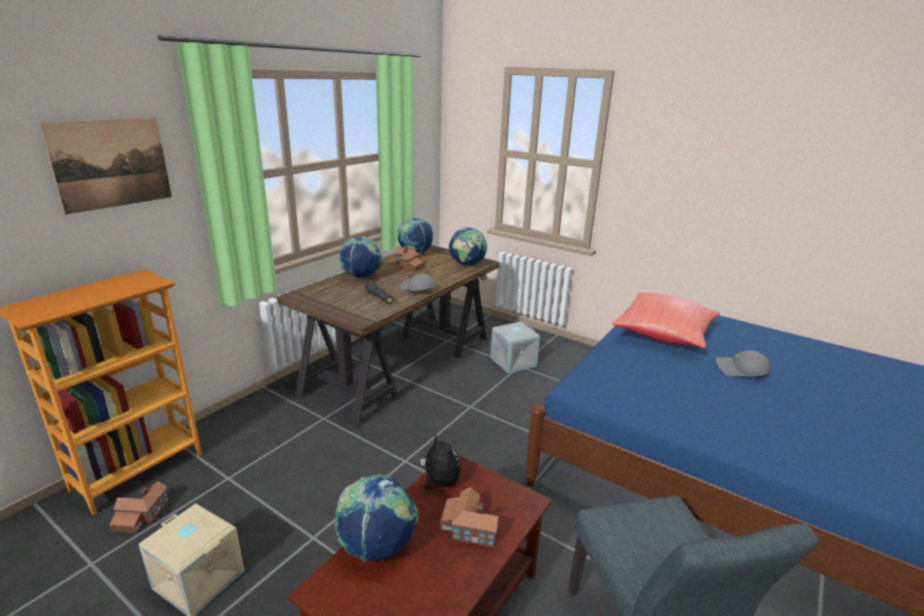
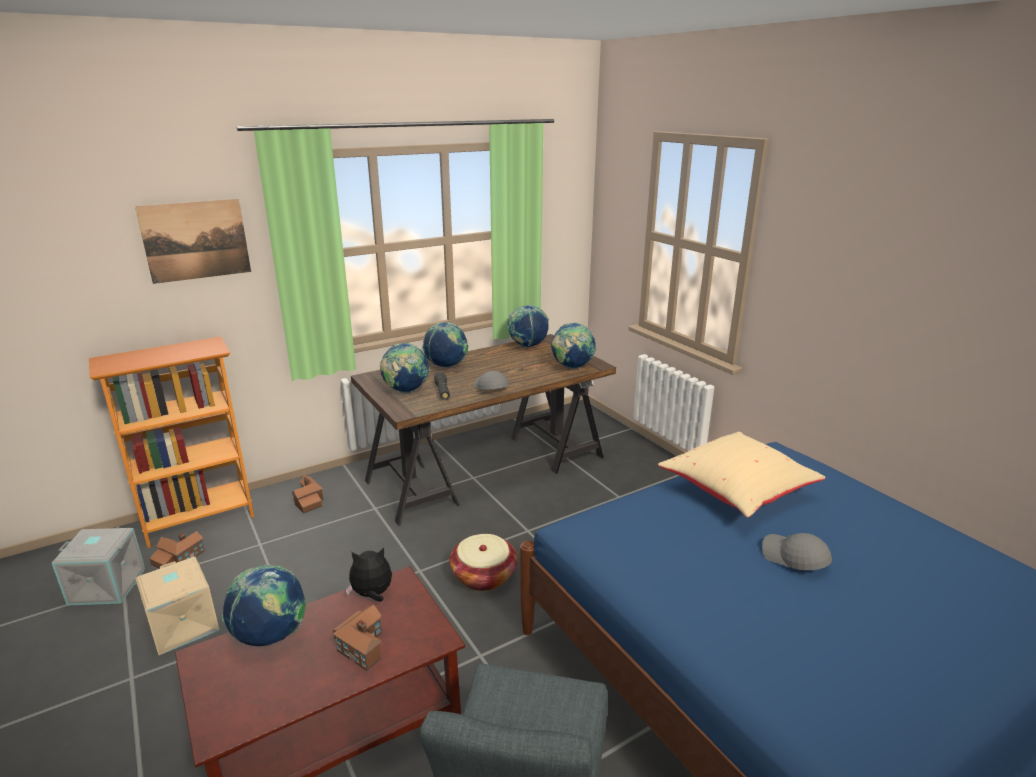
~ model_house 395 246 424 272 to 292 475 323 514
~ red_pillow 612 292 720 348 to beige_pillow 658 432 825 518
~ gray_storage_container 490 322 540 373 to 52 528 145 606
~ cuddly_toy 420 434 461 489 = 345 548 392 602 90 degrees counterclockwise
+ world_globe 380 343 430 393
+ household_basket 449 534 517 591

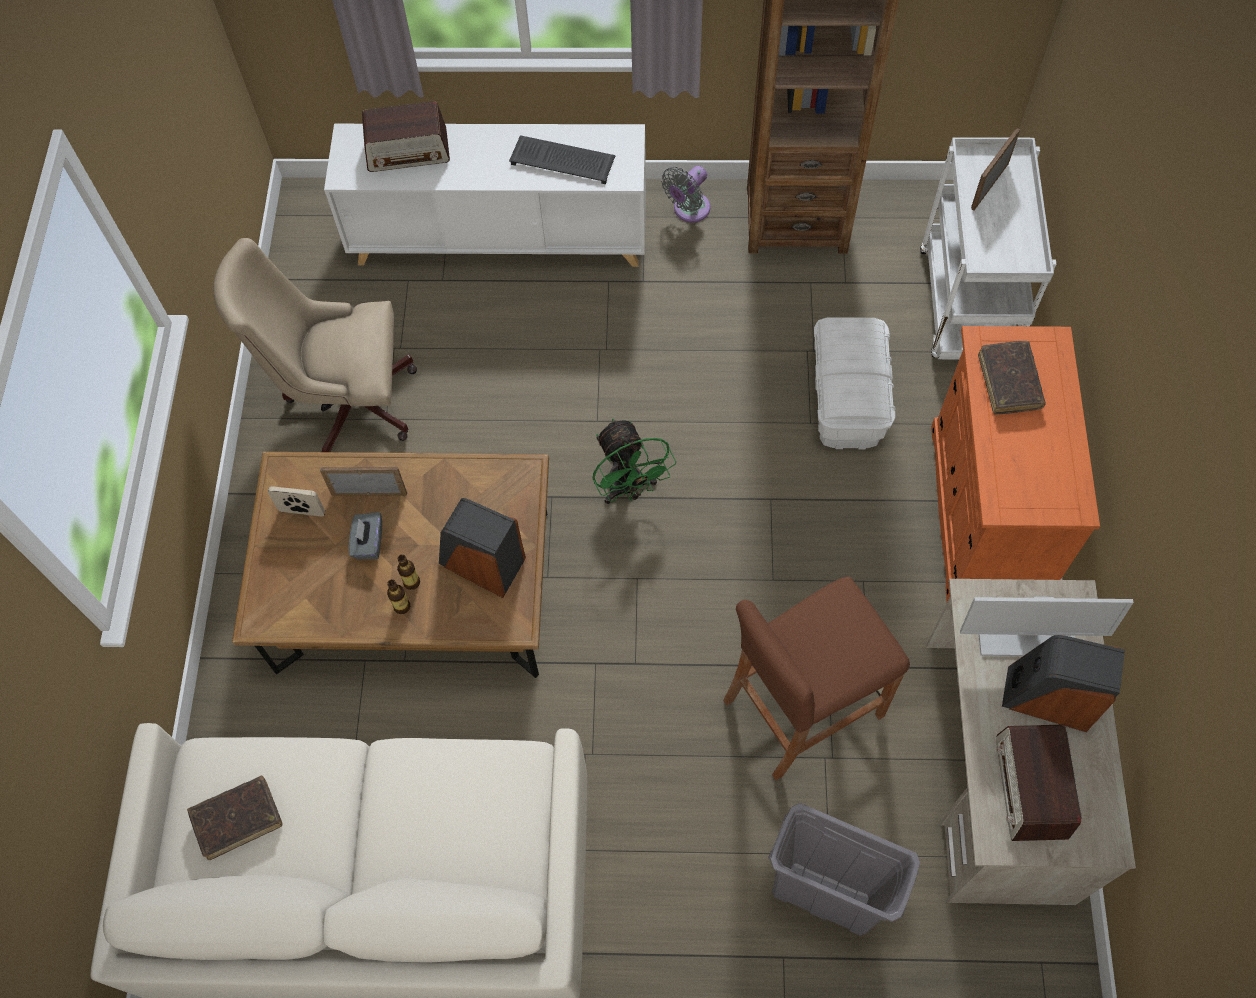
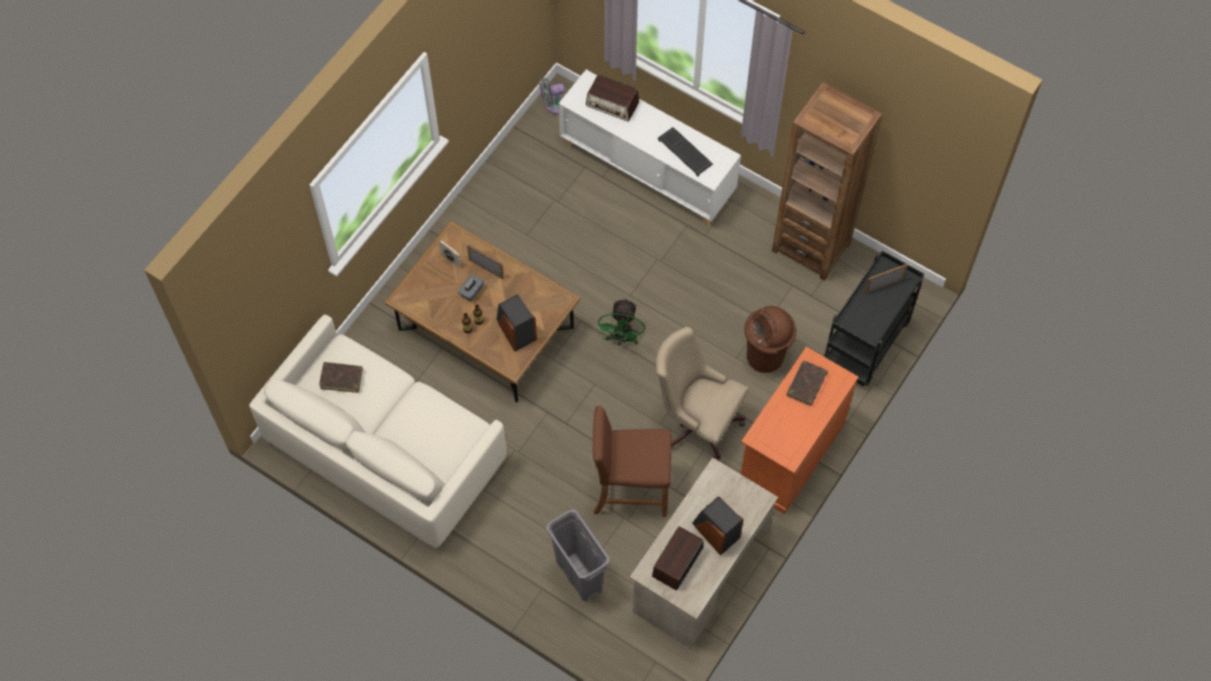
~ whitish_cart 920 137 1056 359 to blackish_cart 824 250 924 386
~ gray_electric_fan 661 166 710 222 to 539 77 565 114
~ beige_computer_chair 213 238 417 452 to 656 327 749 460
~ whitish_storage_container 814 317 896 449 to brownish_waste_bin 745 306 796 373
- monitor 960 597 1134 656

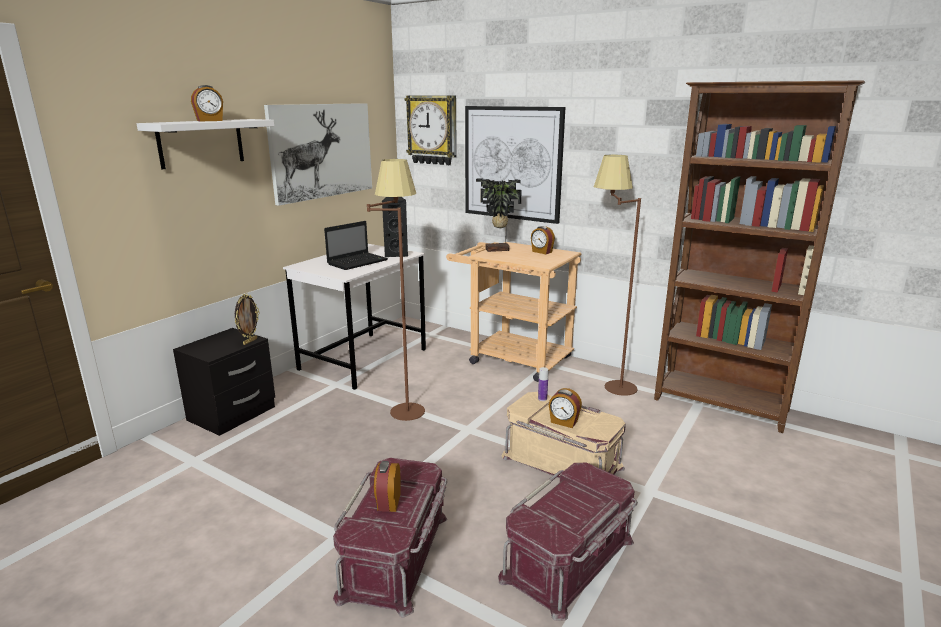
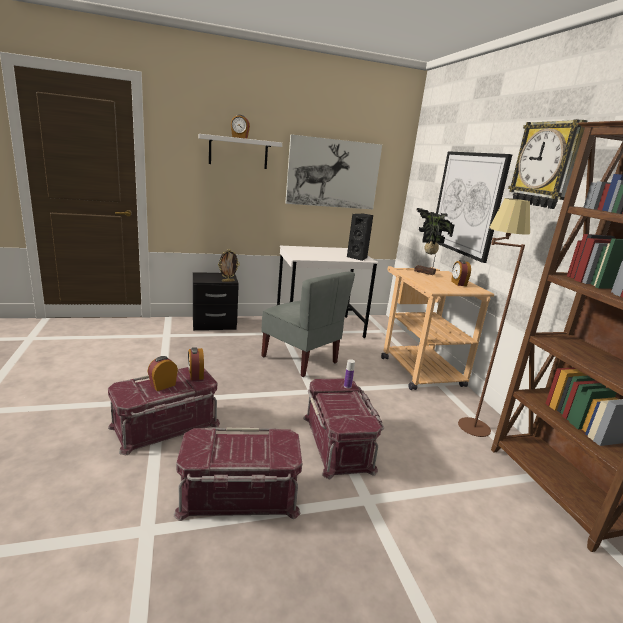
~ clock_on_the_wall 404 95 457 165 to 508 119 587 209
~ brownish_standard_lamp 367 159 425 421 to gray_plain_chair 261 272 355 377
- laptop 324 221 388 270
~ alarm_clock 549 388 582 428 to 188 347 204 380
~ beige_storage_container 501 392 626 478 to red_storage_container 303 378 384 479

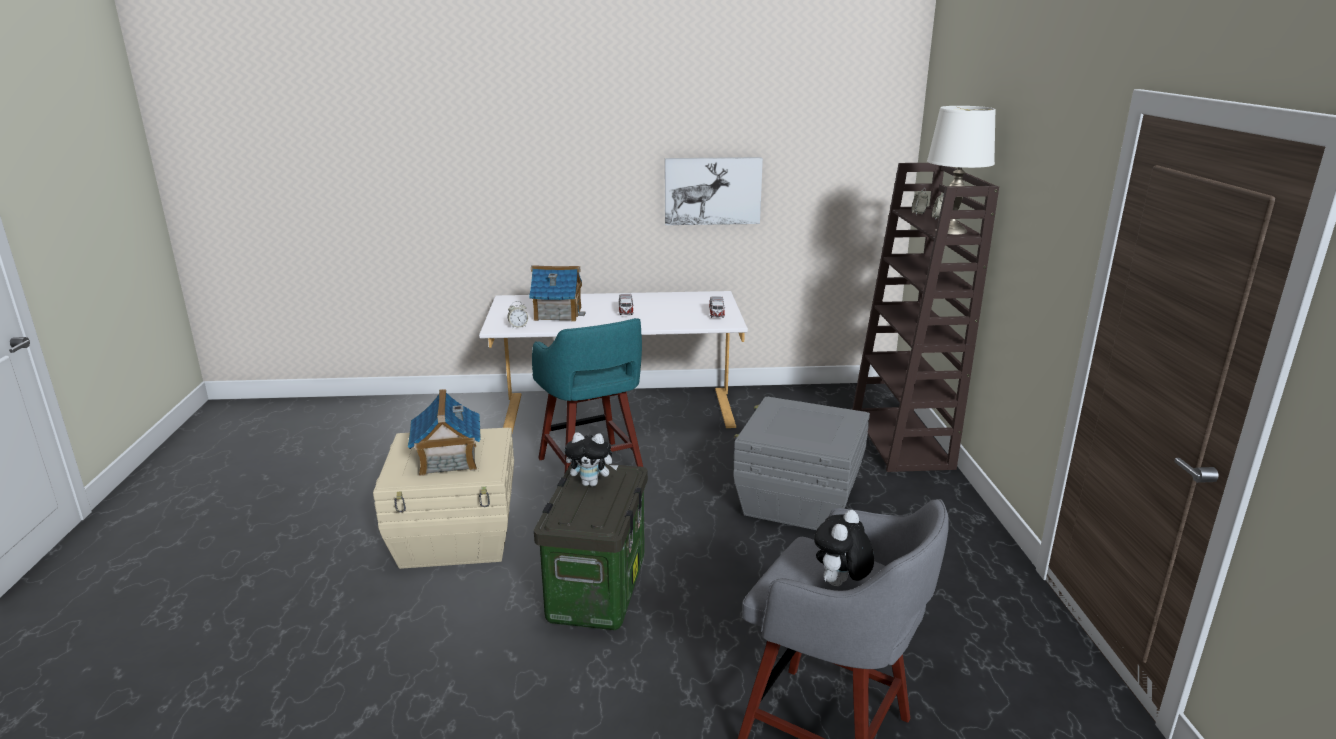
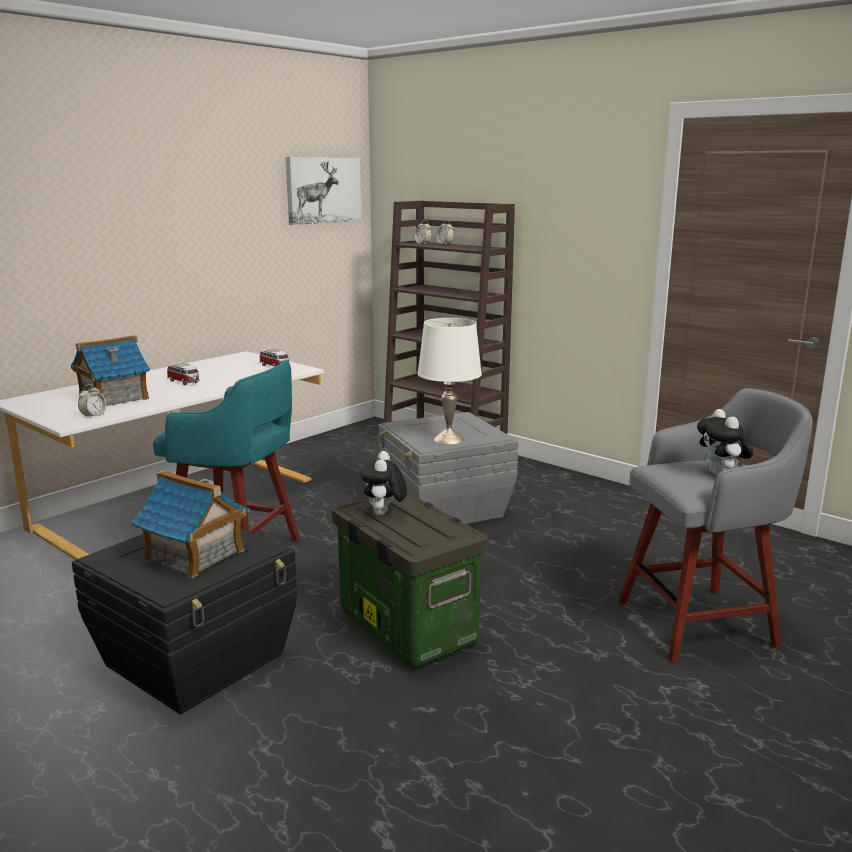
~ whitish_tabletop_lamp 927 106 996 235 to 417 318 482 445
~ picture 665 157 763 225 to 286 157 361 225
~ beige_storage_container 373 428 514 569 to blackish_storage_container 72 528 297 714
~ cuddly_toy 565 432 618 487 = 360 451 407 515 135 degrees clockwise

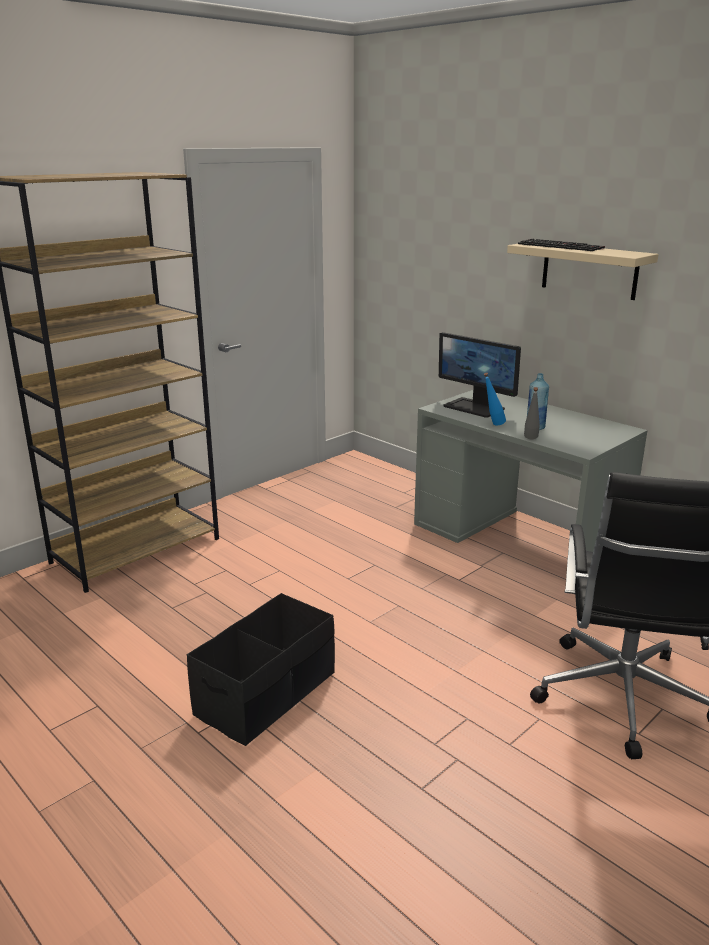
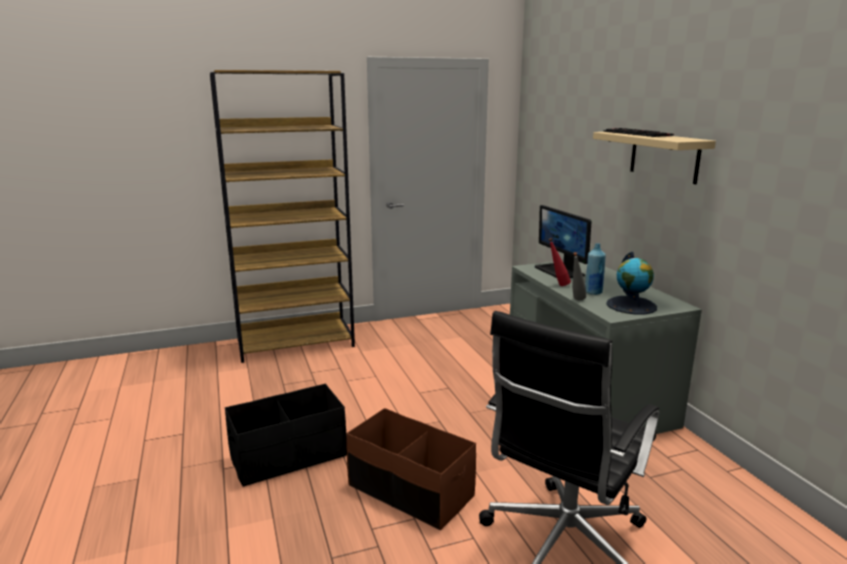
~ bluish_beverage_bottle 484 373 506 425 to red_beverage_bottle 548 238 571 286
+ world_globe 606 252 657 315
+ brownish_storage_container 346 408 476 530

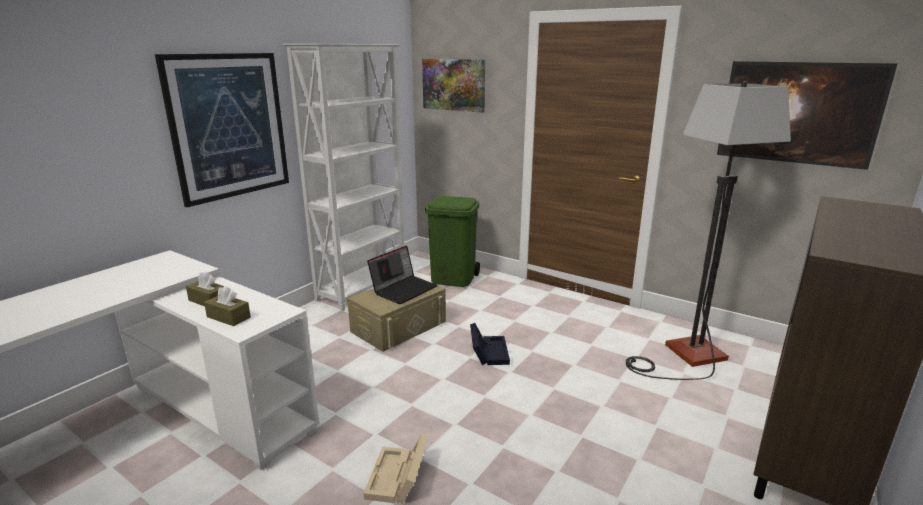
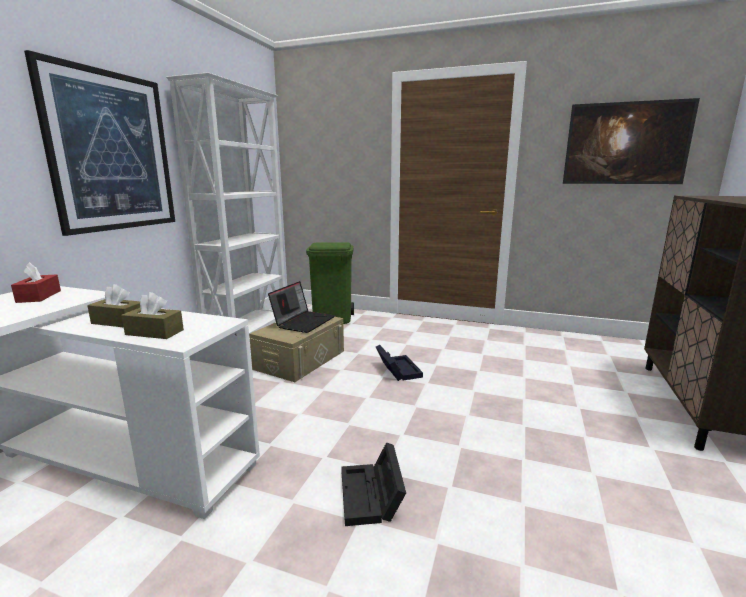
- picture 422 59 485 113
- standard_lamp 626 81 791 380
~ beige_storage_container 363 433 428 504 to blackish_storage_container 341 442 406 526
+ red_tissue_holder 11 262 61 303

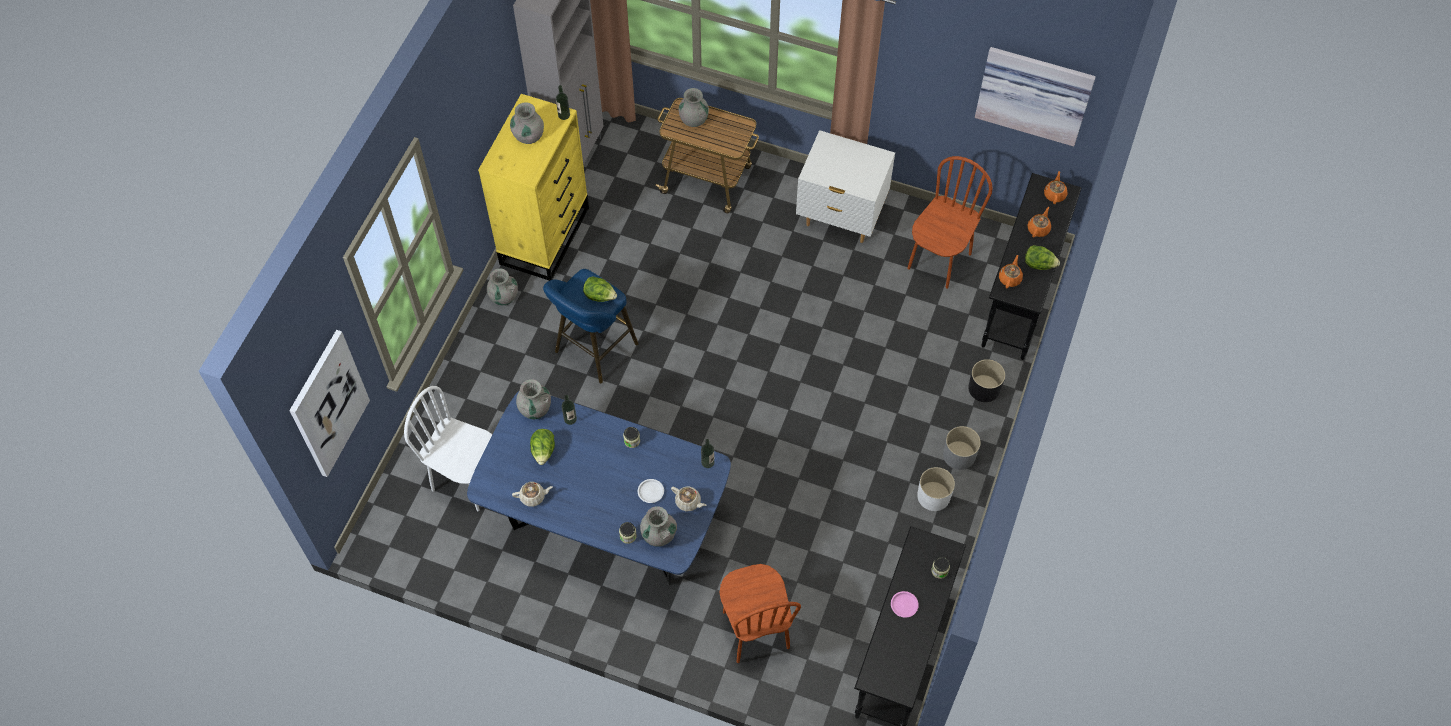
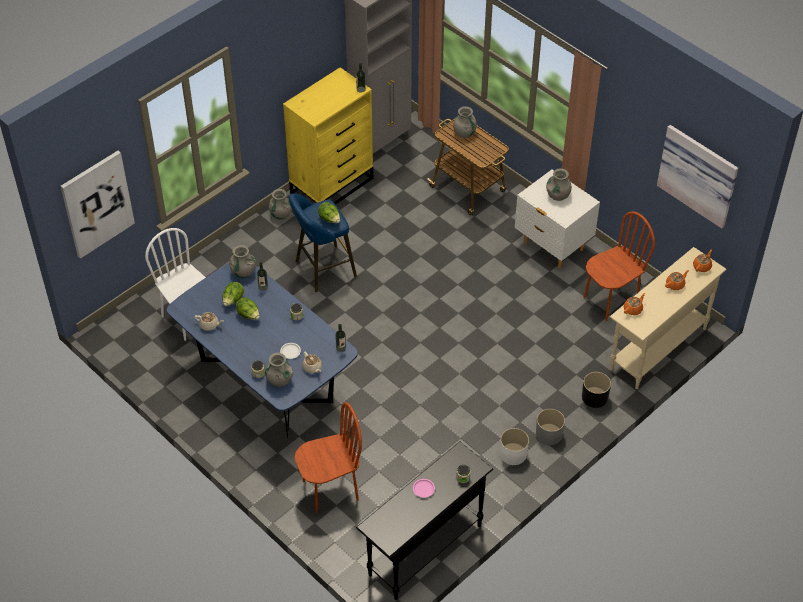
~ gray_decorative_vase 510 102 544 144 to 546 168 572 201
~ blackish_narrow_table 981 173 1081 360 to beige_narrow_table 610 247 727 389
~ head_of_lettuce 1025 245 1060 270 to 236 297 260 320
~ brownish_plain_chair 720 564 801 663 = 295 402 362 513 120 degrees counterclockwise

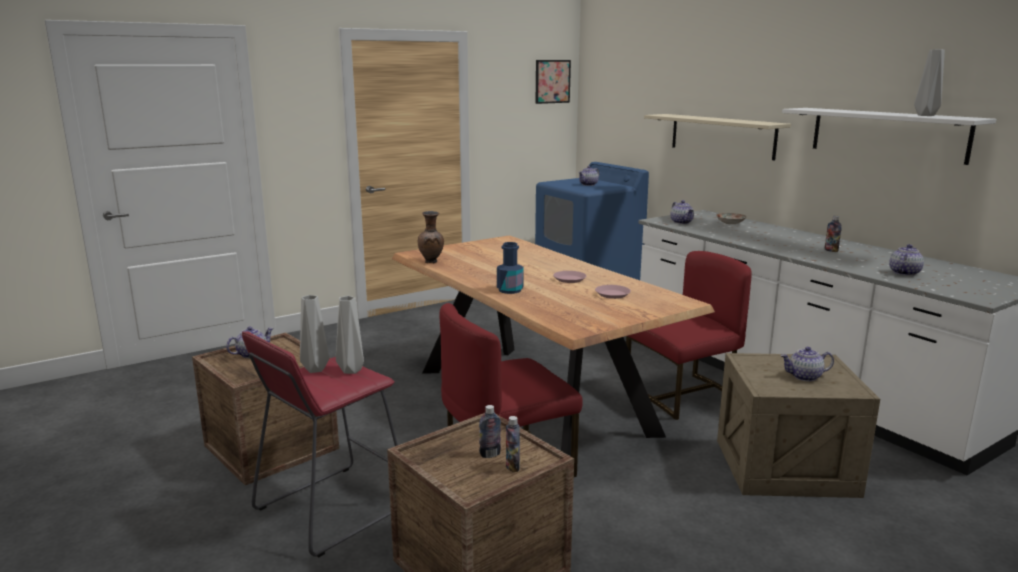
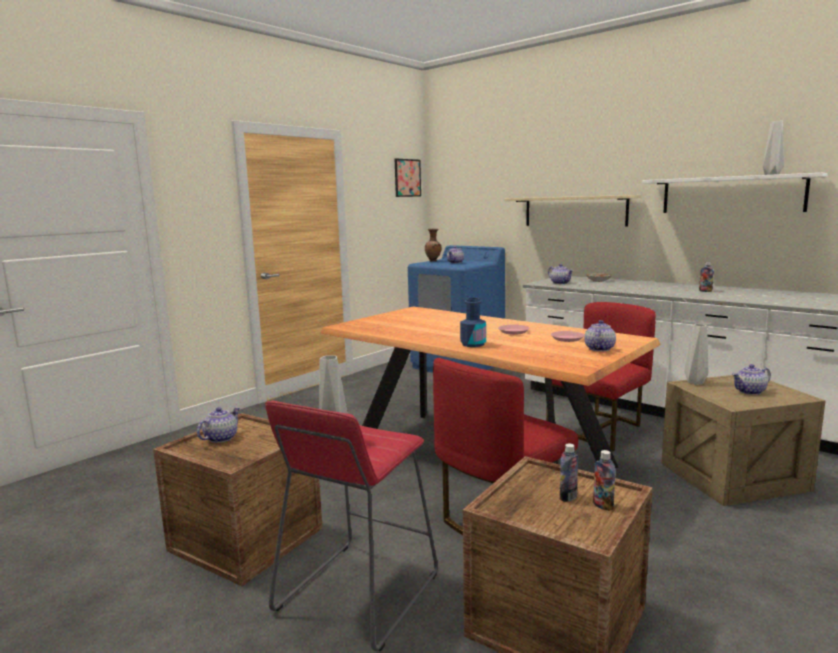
~ brownish_decorative_vase 418 211 444 264 to 425 229 442 262
~ pot_for_tea 889 244 924 276 to 585 320 616 351
~ gray_decorative_vase 336 296 364 374 to 684 324 708 385

